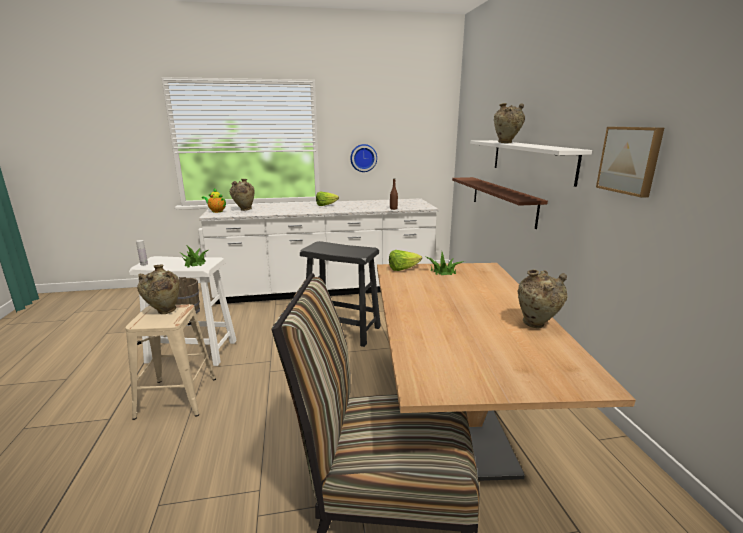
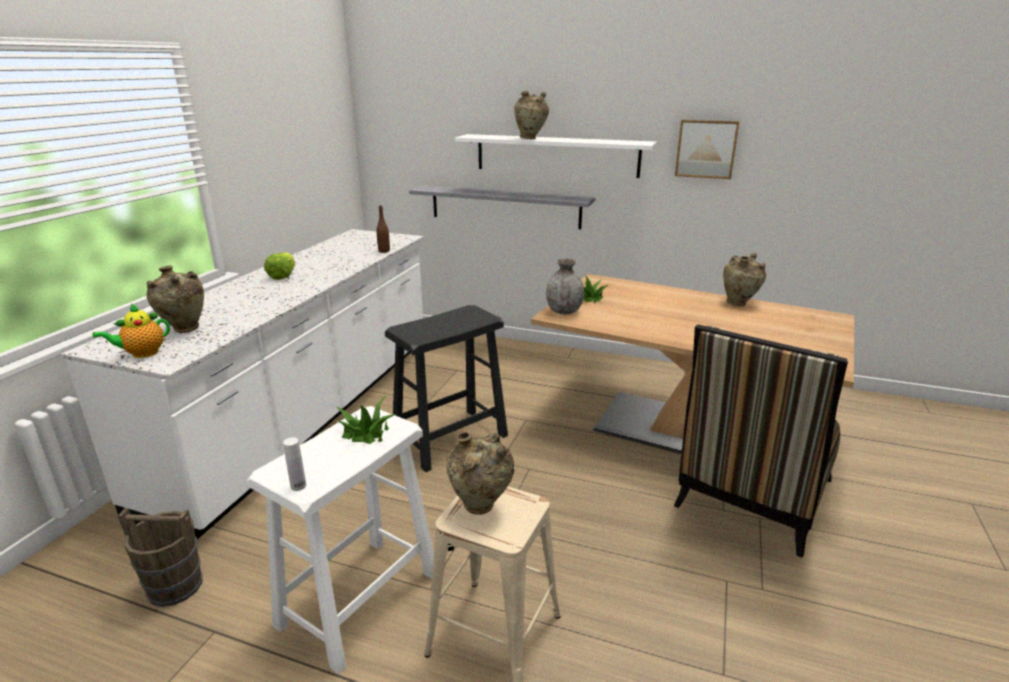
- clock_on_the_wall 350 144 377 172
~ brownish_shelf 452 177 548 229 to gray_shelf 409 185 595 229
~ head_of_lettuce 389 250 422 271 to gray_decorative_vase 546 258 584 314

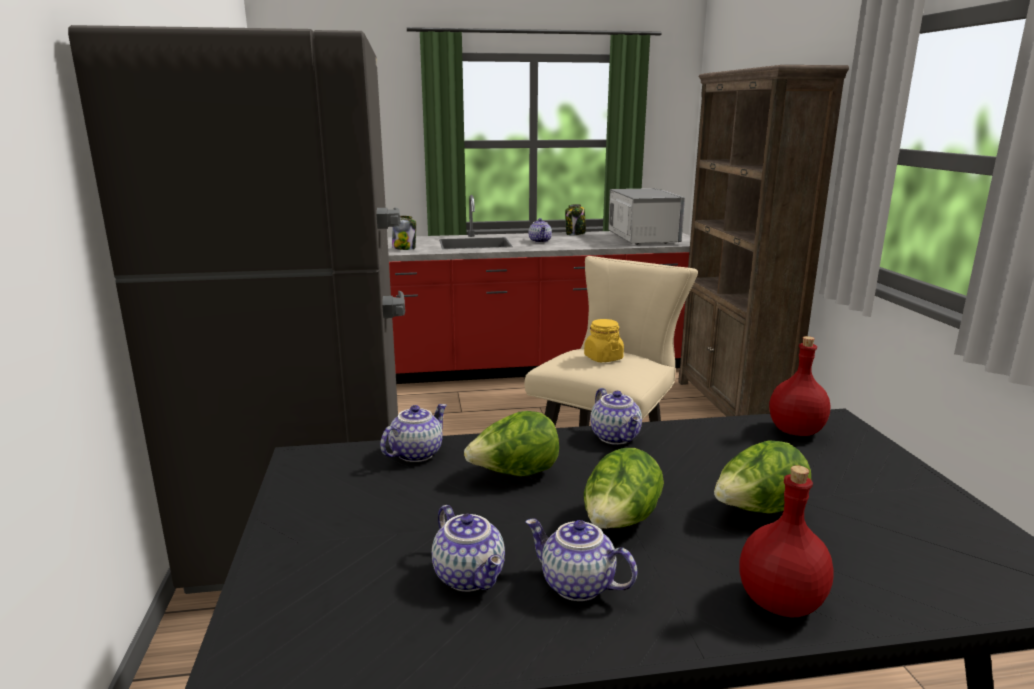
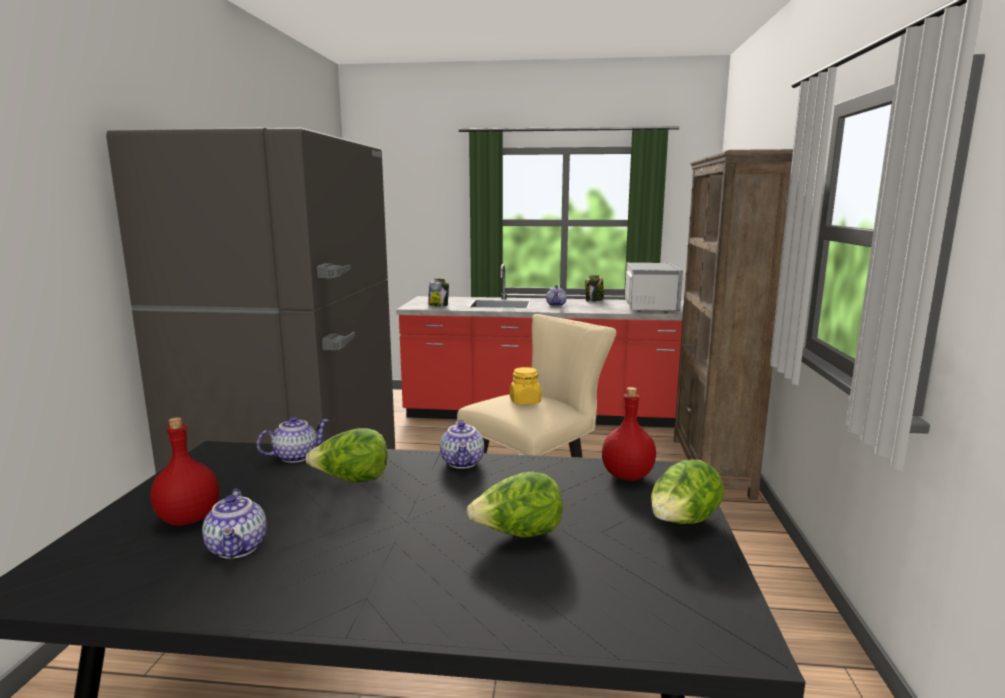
~ head_of_lettuce 584 448 664 529 to 651 460 724 524
~ red_beverage_bottle 739 465 834 618 to 150 417 219 526
- pot_for_tea 525 519 638 601

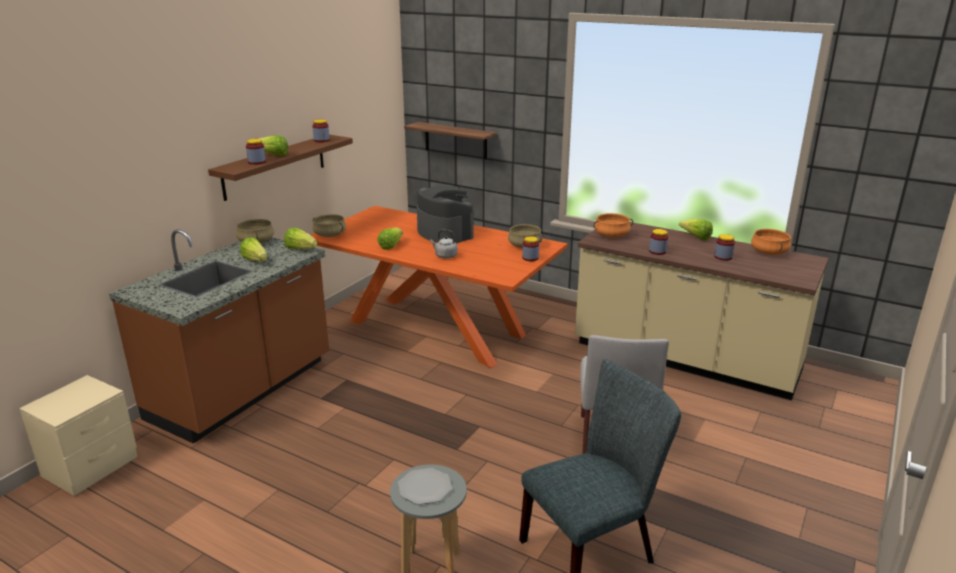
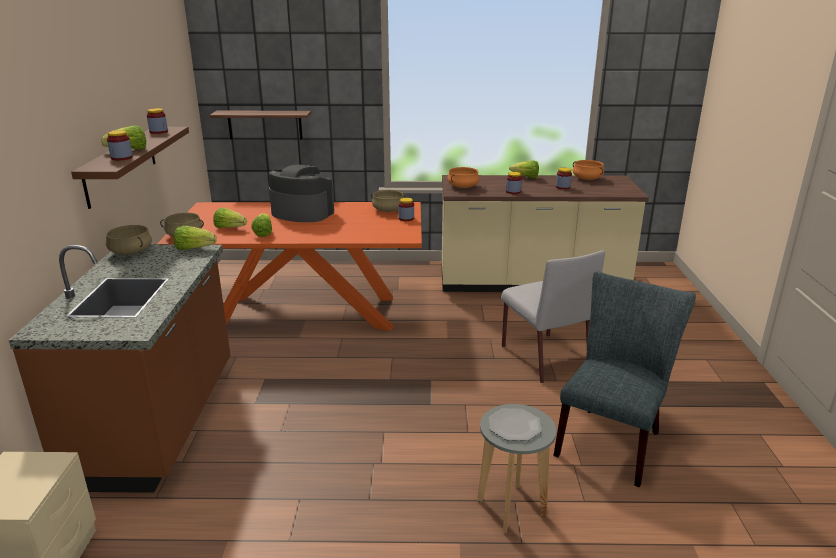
- gray_tea_kettle 430 230 458 259
~ head_of_lettuce 240 238 267 262 to 213 208 247 228

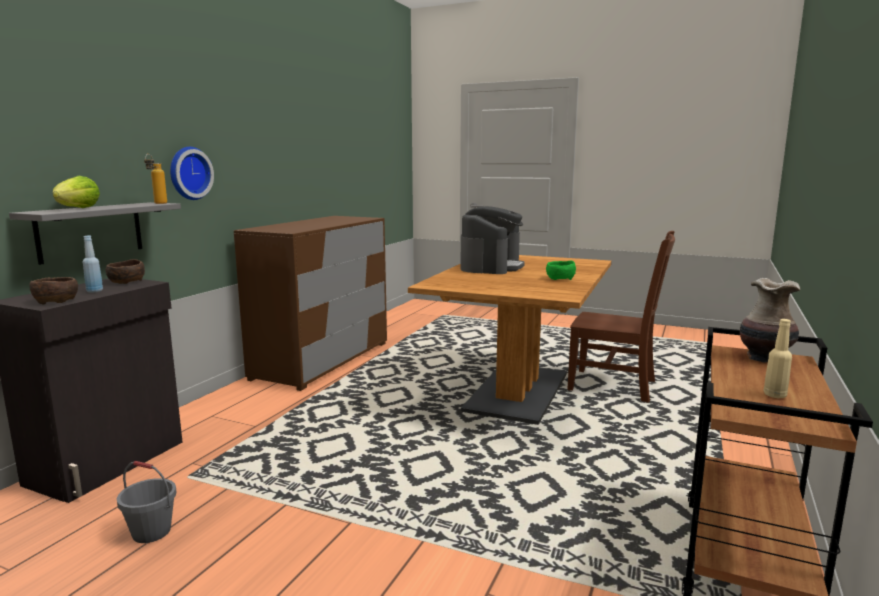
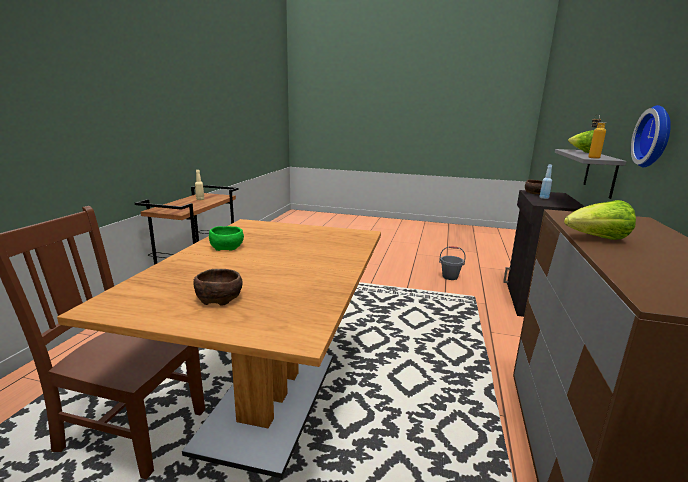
- coffee_brewer 460 206 525 274
~ brownish_deep_dish 106 259 145 284 to 193 269 243 306
- decorative_vase 740 278 800 363
+ head_of_lettuce 564 200 636 240

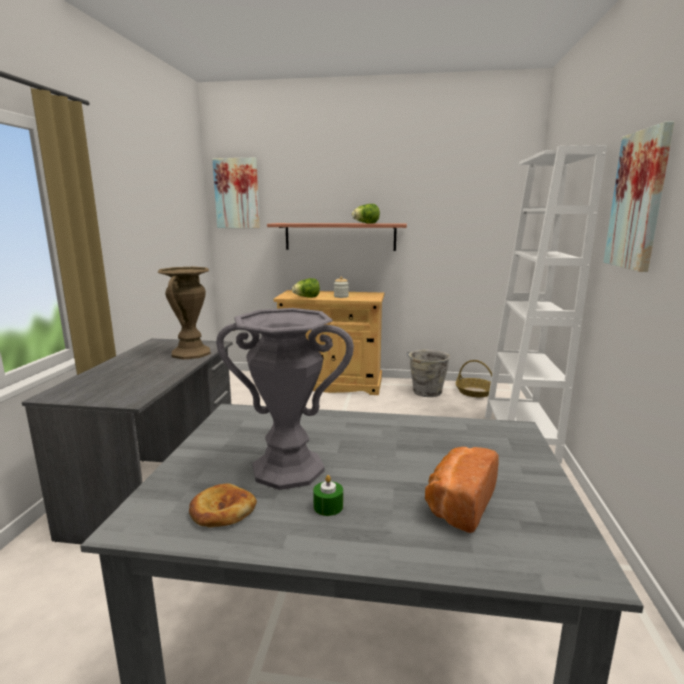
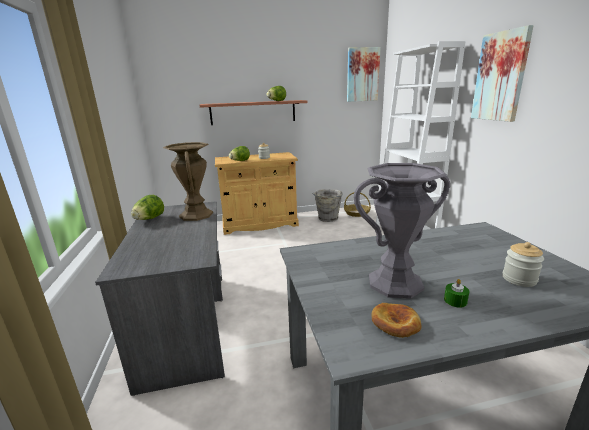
~ picture 212 158 260 228 to 347 47 381 102
~ bakery_bread 425 447 498 533 to preserve_jar 503 242 544 287
+ head_of_lettuce 131 195 164 220

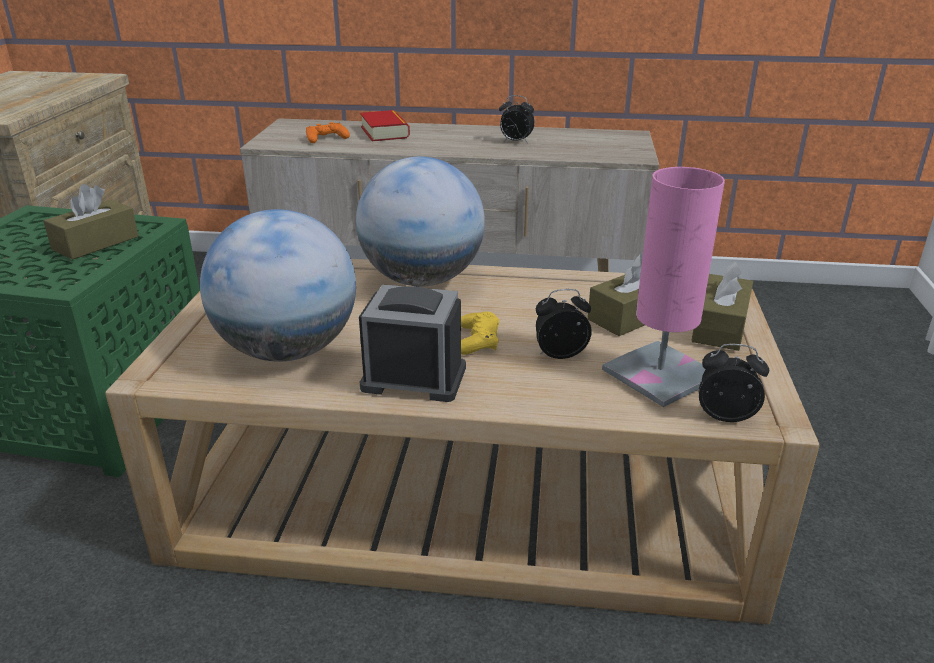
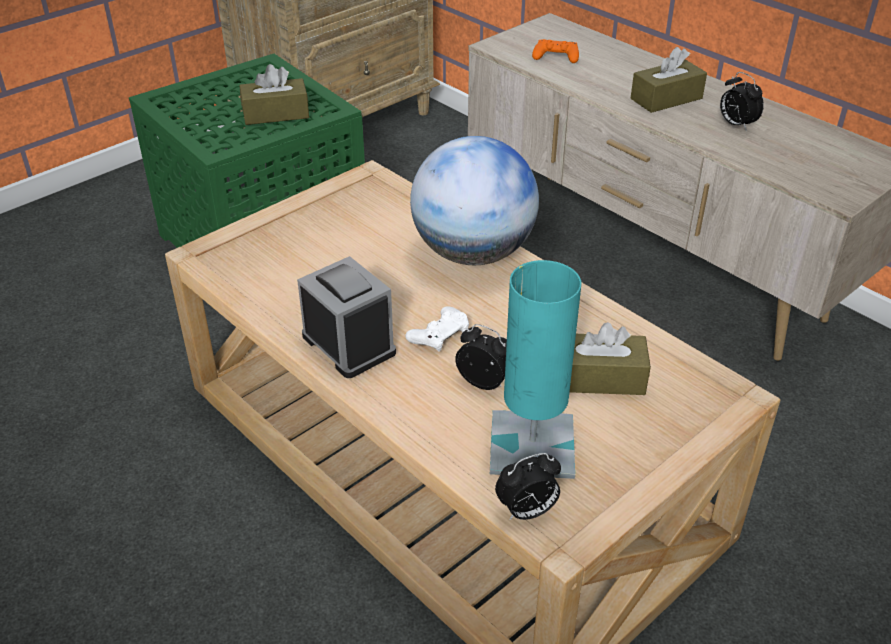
- book 360 110 410 141
~ pink-coloured_tabletop_lamp 602 167 725 407 to blue-green_tabletop_lamp 490 260 581 479
- world_globe 200 209 356 362
~ brownish_tissue_holder 691 260 753 351 to 630 47 707 113
~ yellowish_joypad 461 311 499 355 to whitish_joypad 405 307 469 352
~ alarm_clock 699 344 769 422 = 495 453 561 520 105 degrees clockwise

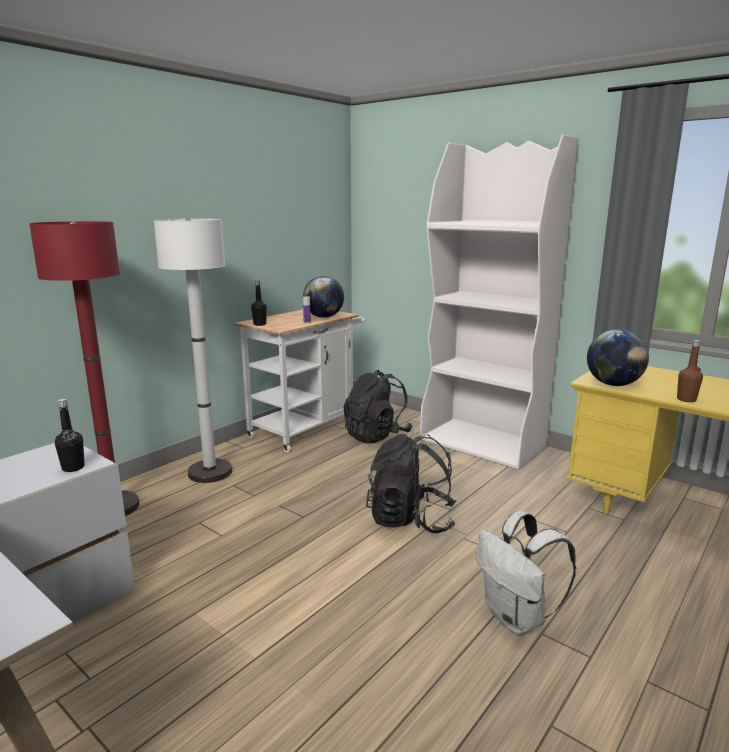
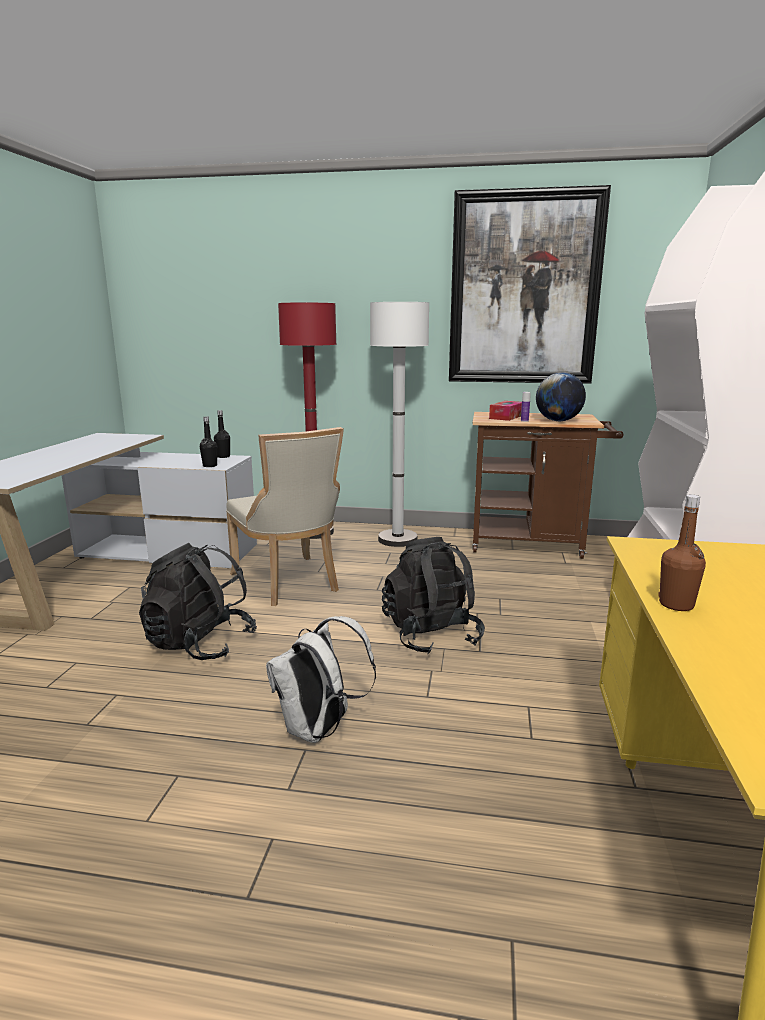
~ blackish_beverage_bottle 251 281 267 326 to 214 410 230 458
~ whitish_cart 235 310 365 453 to brownish_cart 472 412 623 559
- world_globe 587 329 649 386
~ blackish_rucksack 344 370 413 443 to 139 543 257 660
+ picture 449 185 611 384
+ tissue_holder 489 401 522 421
+ beige_plain_chair 226 427 344 606

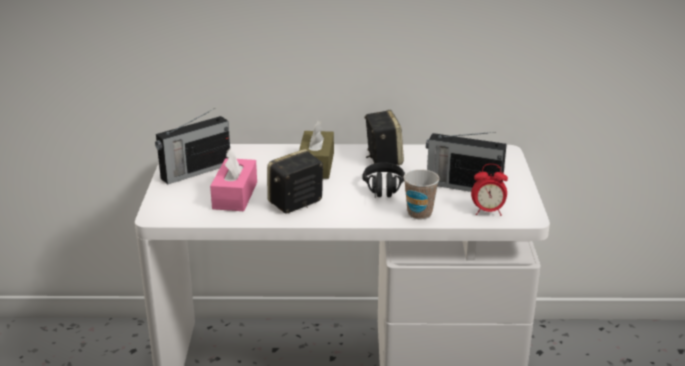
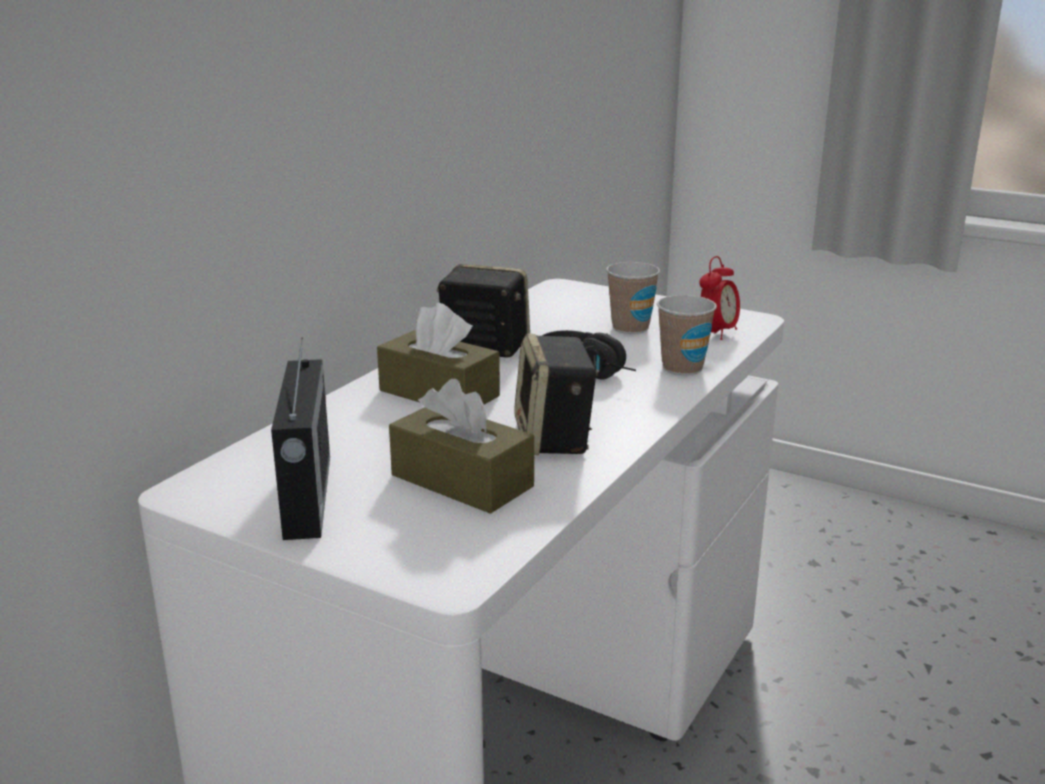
~ radio_set 426 132 507 192 to small_cup 606 262 660 334
~ pink-coloured_tissue_holder 210 148 257 211 to brownish_tissue_holder 389 379 534 514

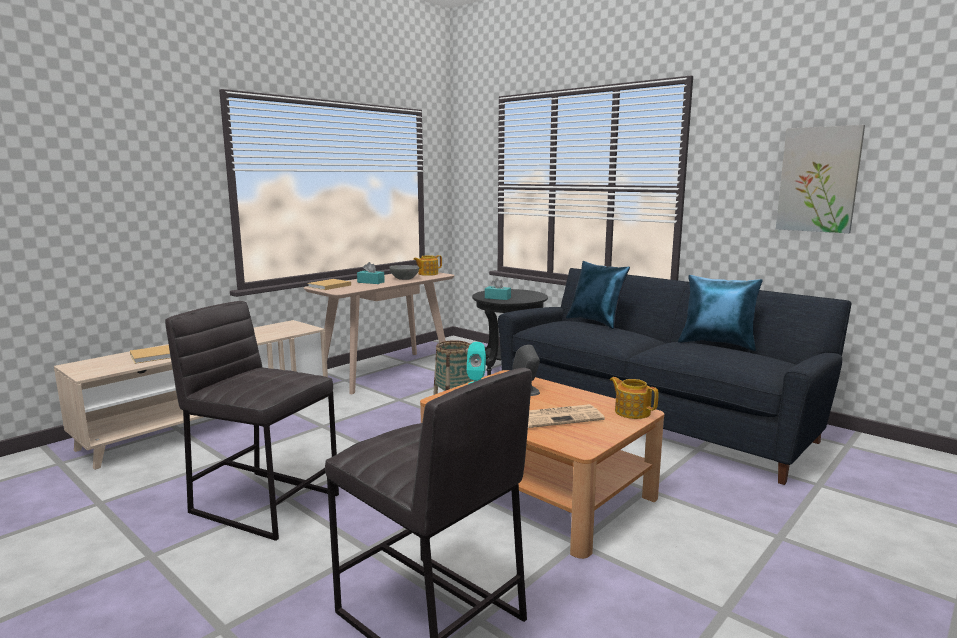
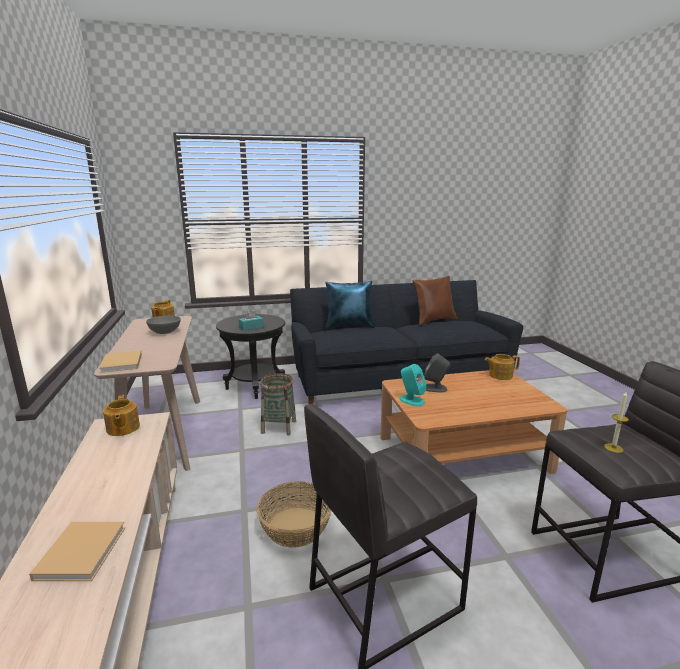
- picture 776 125 865 233
- blue-green_tissue_holder 357 262 385 284
~ bluish_pillow 678 275 763 351 to brownish_pillow 412 276 458 326
- printed_paper 528 404 605 428
+ candle 604 392 629 453
+ pot_for_tea 103 395 140 436
+ household_basket 256 481 331 548

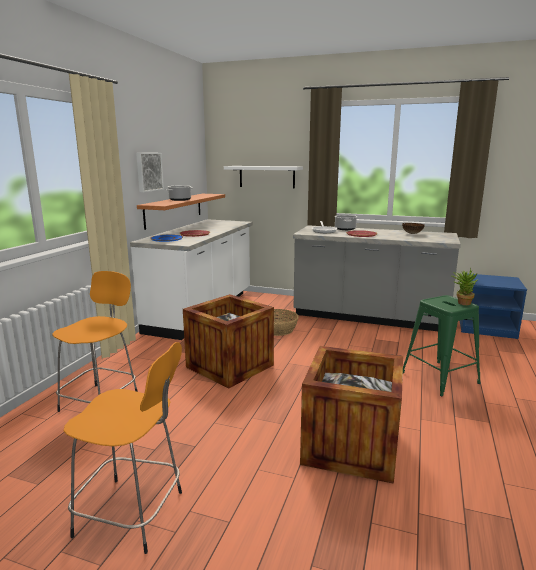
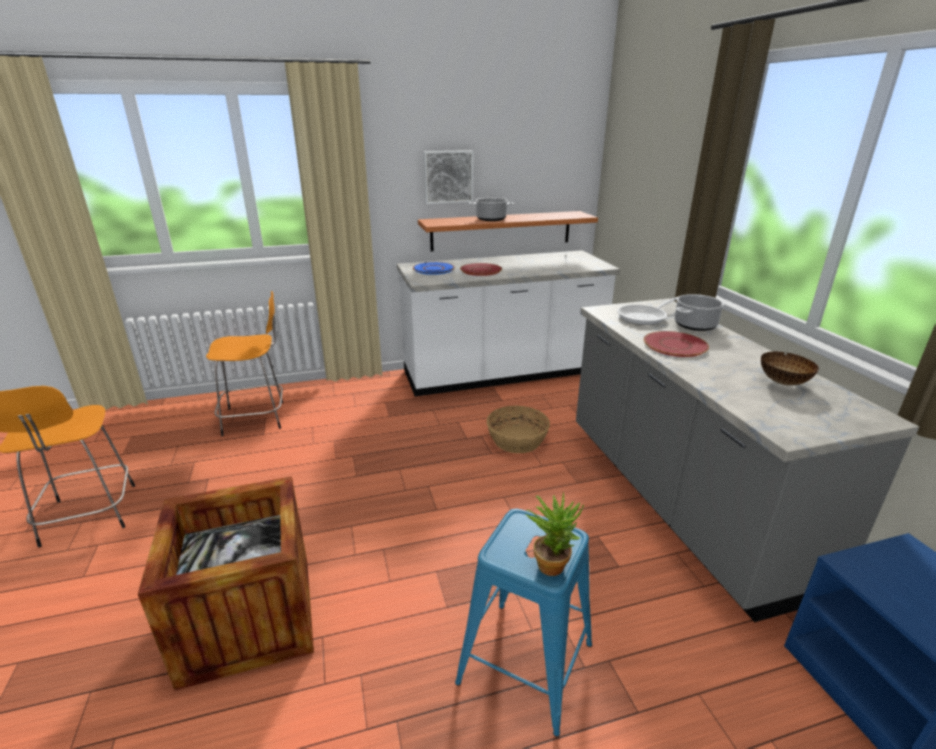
- whitish_shelf 224 166 303 188
- crate 183 294 274 389
~ green-coloured_sitting_stool 403 295 481 396 to bluish_sitting_stool 455 509 592 737

